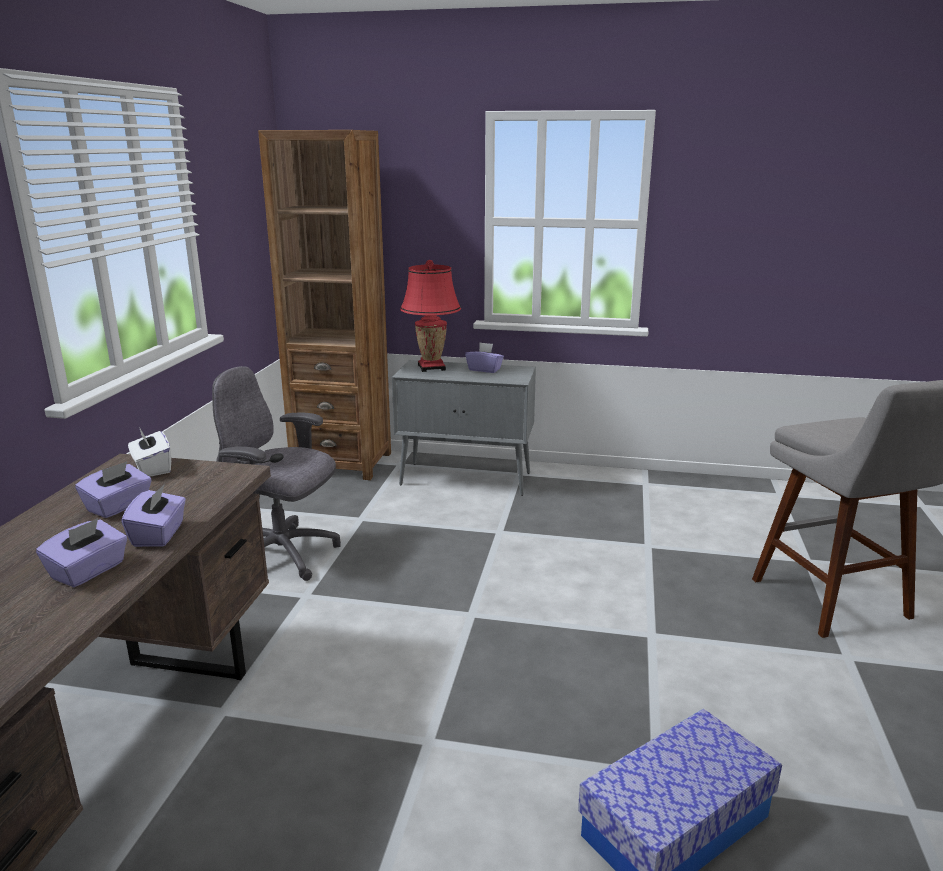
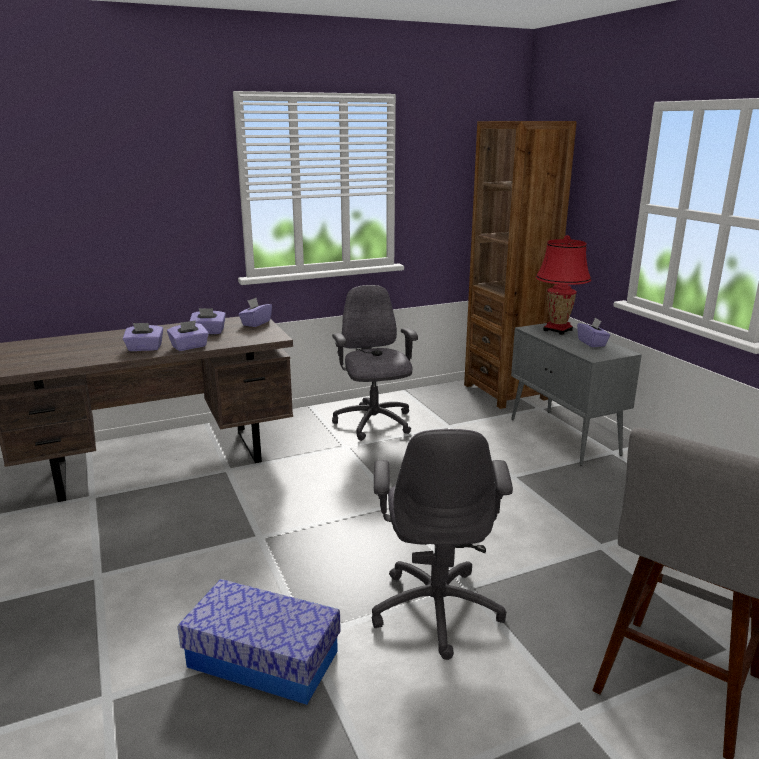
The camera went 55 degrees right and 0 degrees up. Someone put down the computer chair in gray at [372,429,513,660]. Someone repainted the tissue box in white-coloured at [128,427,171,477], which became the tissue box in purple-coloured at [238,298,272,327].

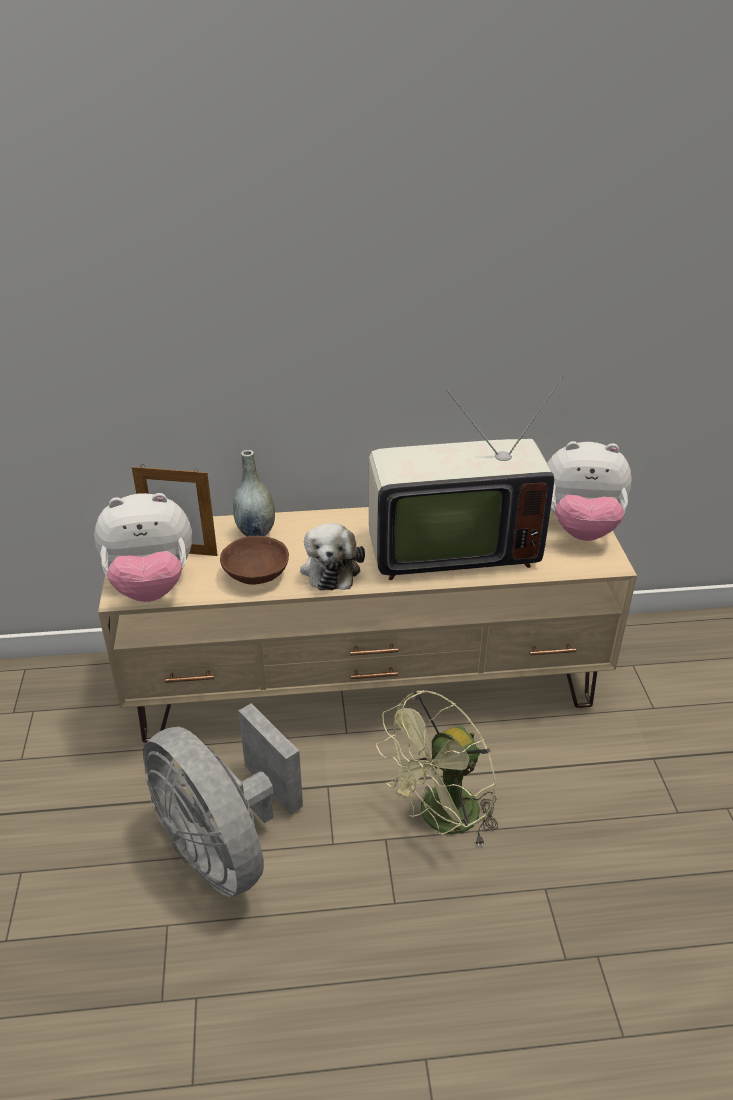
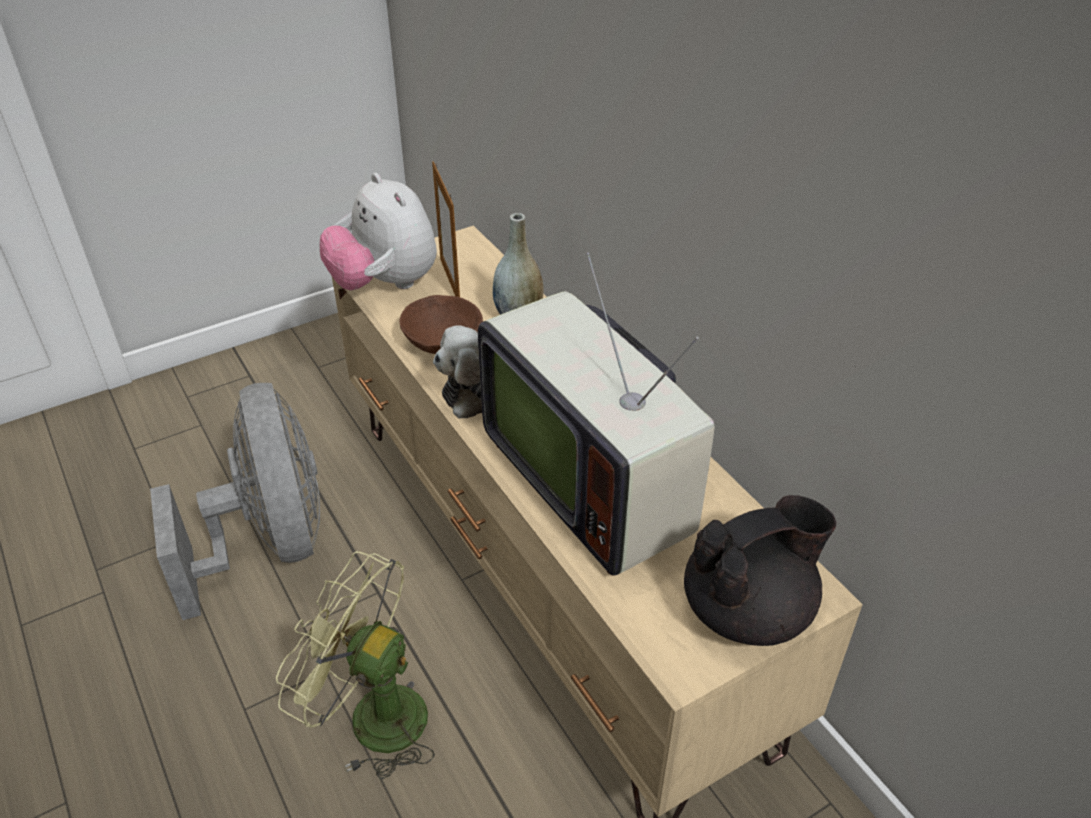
The camera went 65 degrees right and 5 degrees up. Someone swapped the plush toy at [547,441,631,541] for the tea pot in blackish at [684,495,836,646]. Someone rotated the fan in gray at [143,703,303,897] by 135 degrees clockwise.

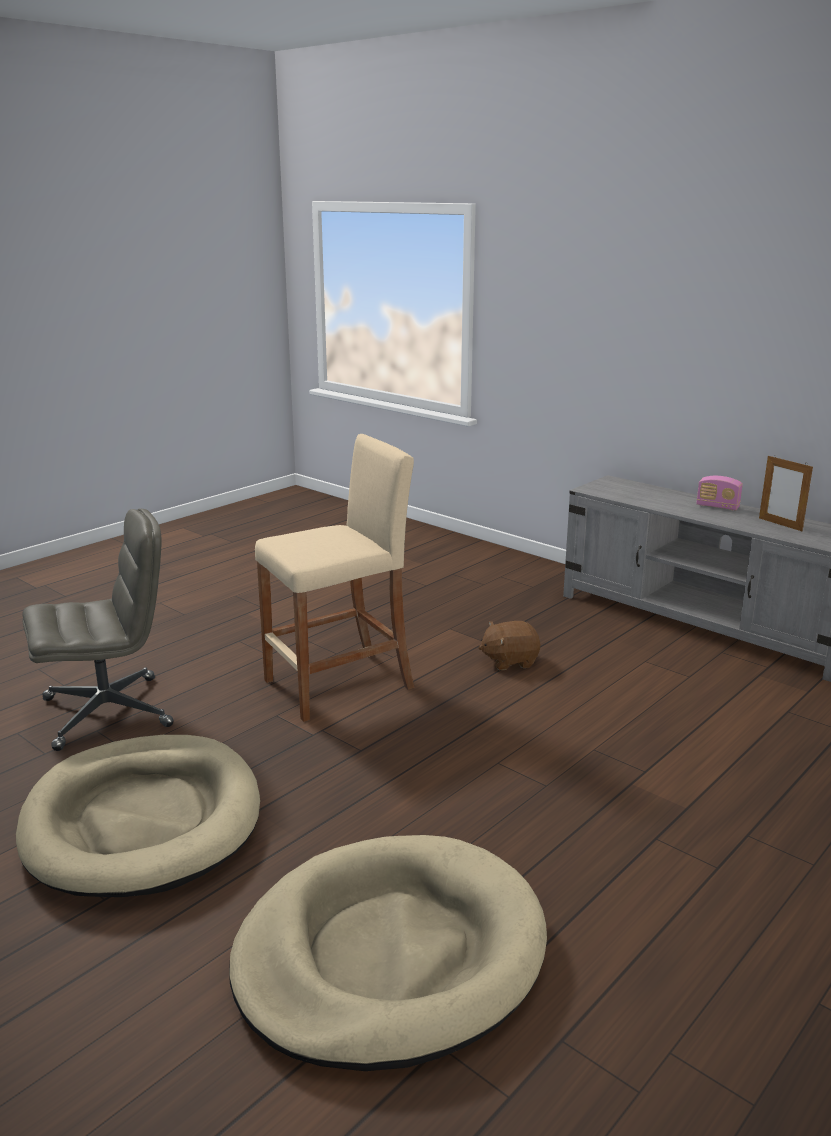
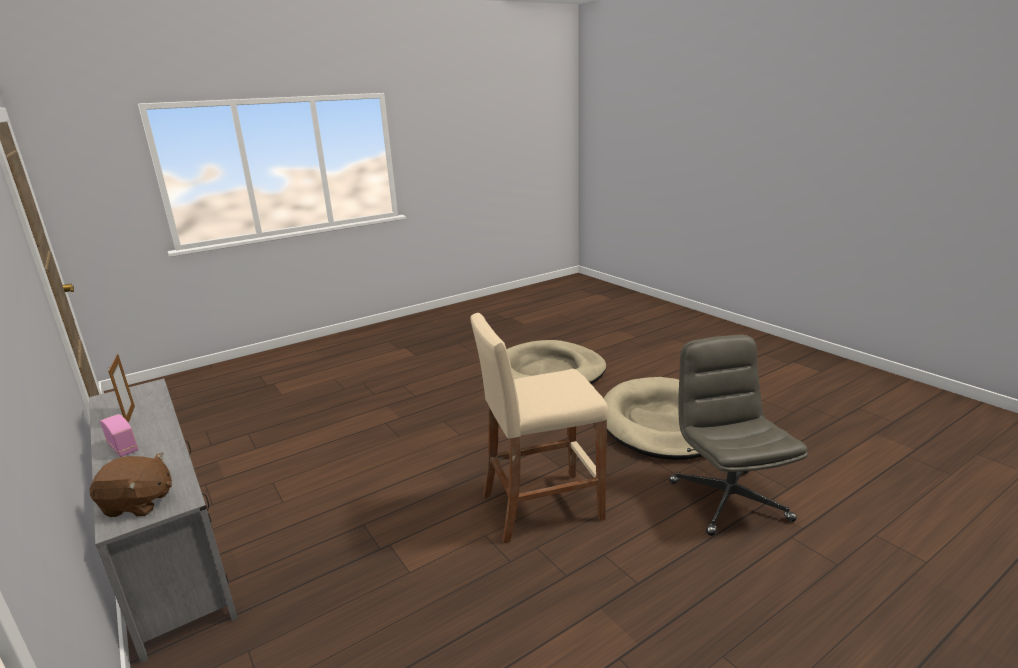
The camera went 165 degrees left and 0 degrees up. Someone carried the plush toy in brownish from [479,621,540,670] to [90,453,172,517]. Someone rotated the computer chair in gray at [23,508,173,751] by 90 degrees clockwise.

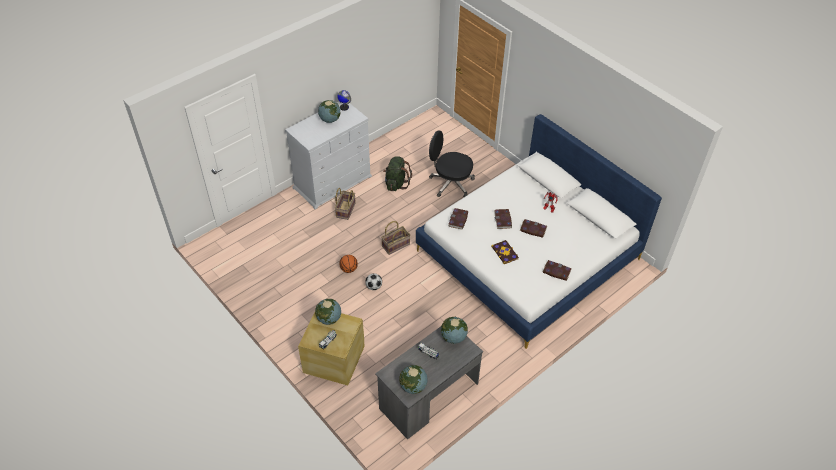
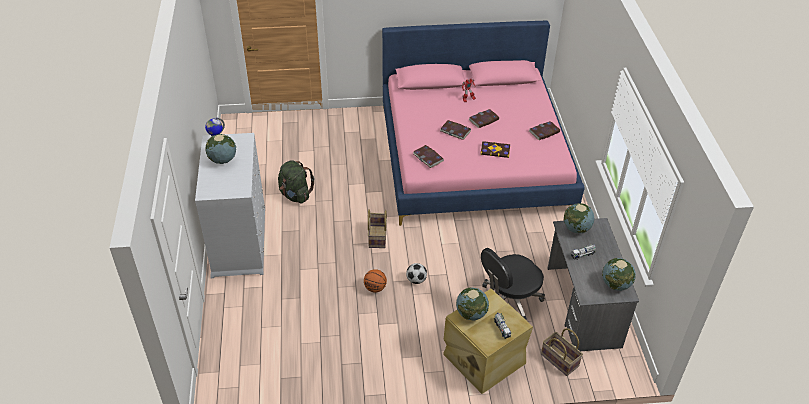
The camera went 55 degrees left and 5 degrees down. Someone carried the storage basket from [335,188,356,220] to [541,328,583,376]. Someone carried the computer chair in blackish from [429,130,475,197] to [481,248,545,320]. Someone repainted the bed in white-coloured at [416,114,662,349], which became the bed in pinkish at [382,21,585,226].

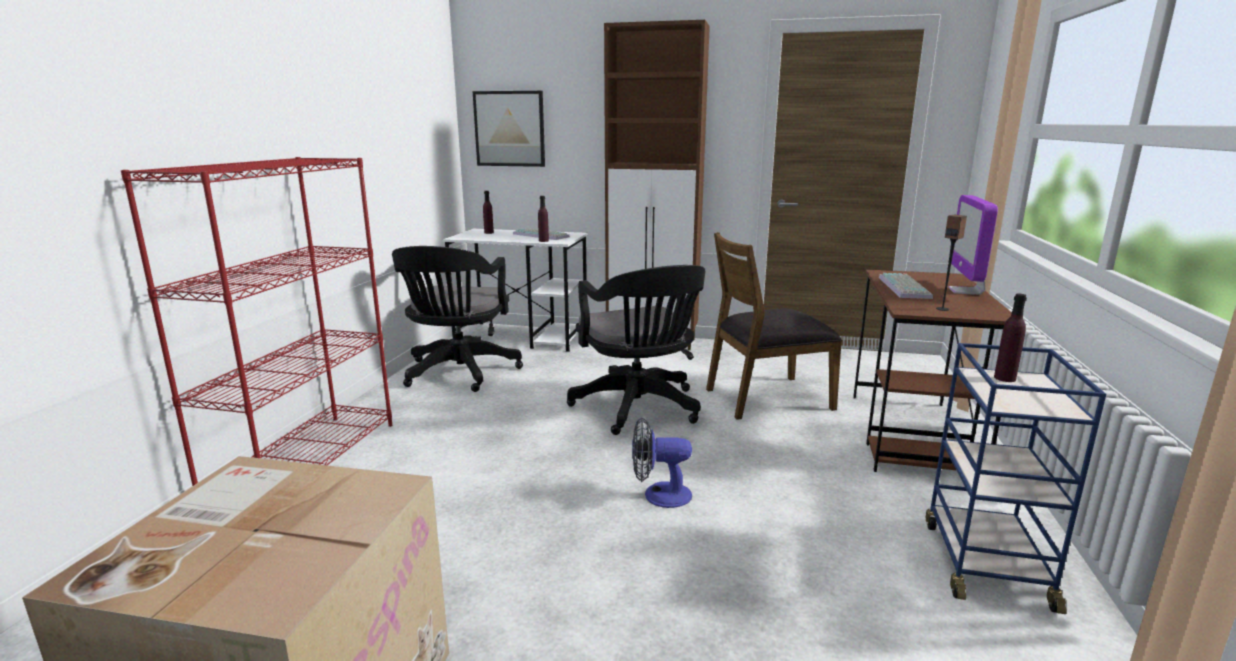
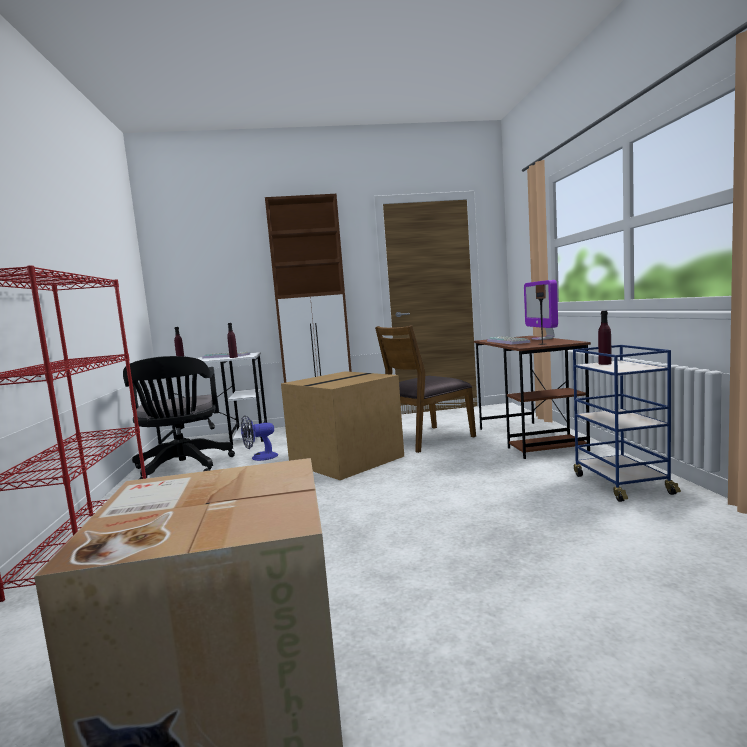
The camera went 20 degrees left and 10 degrees down. Someone took away the wall picture at [473,91,545,167]. Someone carried the fan from [632,417,692,508] to [241,415,278,461]. Someone swapped the computer chair in blackish at [567,265,705,435] for the carton at [281,371,404,480].

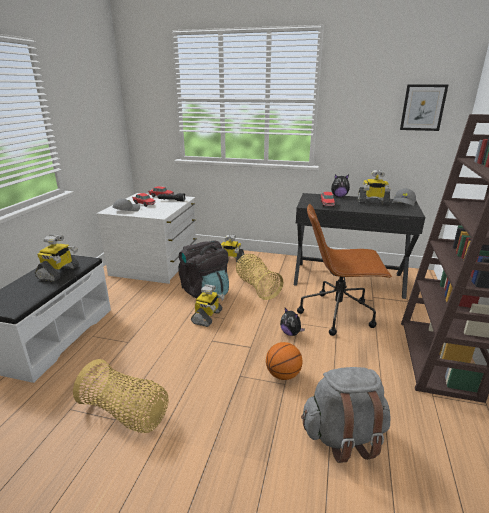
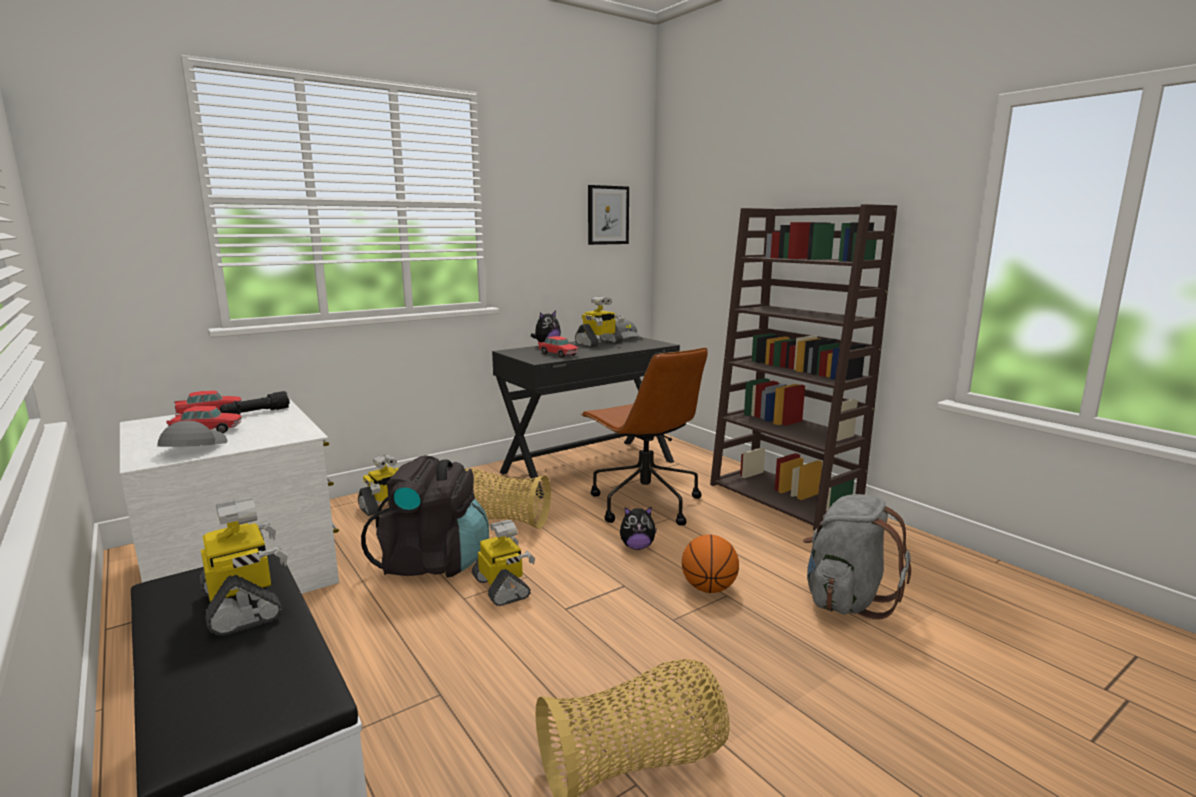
The camera went 50 degrees left and 10 degrees down. Someone rotated the computer chair in brownish at [297,204,392,336] by 75 degrees counterclockwise.

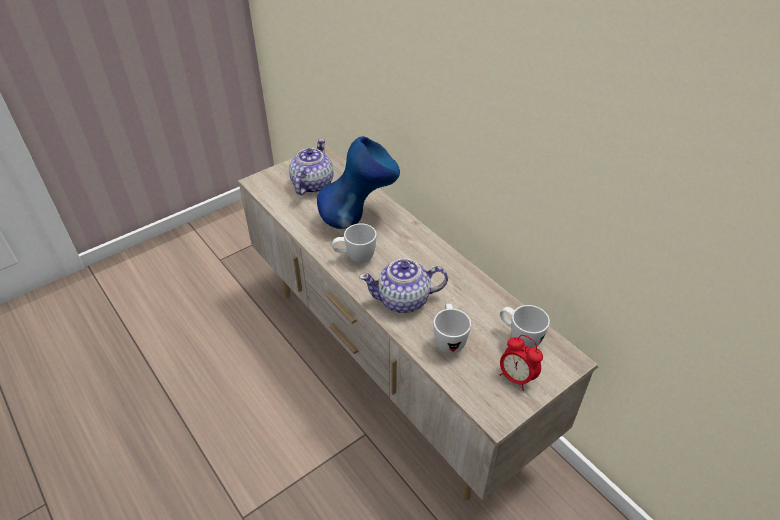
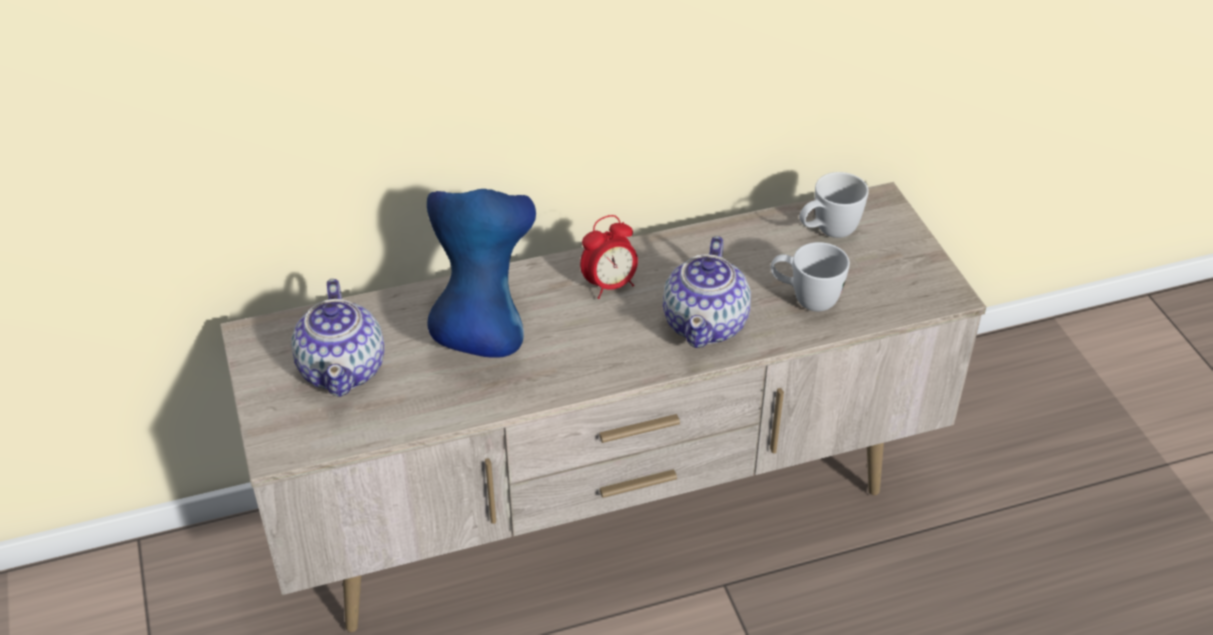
The camera went 70 degrees left and 0 degrees up. Someone took away the coffee mug in white-coloured at [332,224,377,263]. Someone carried the table clock from [500,335,543,391] to [580,215,638,299]. Someone rotated the tea pot at [289,139,333,195] by 135 degrees counterclockwise.

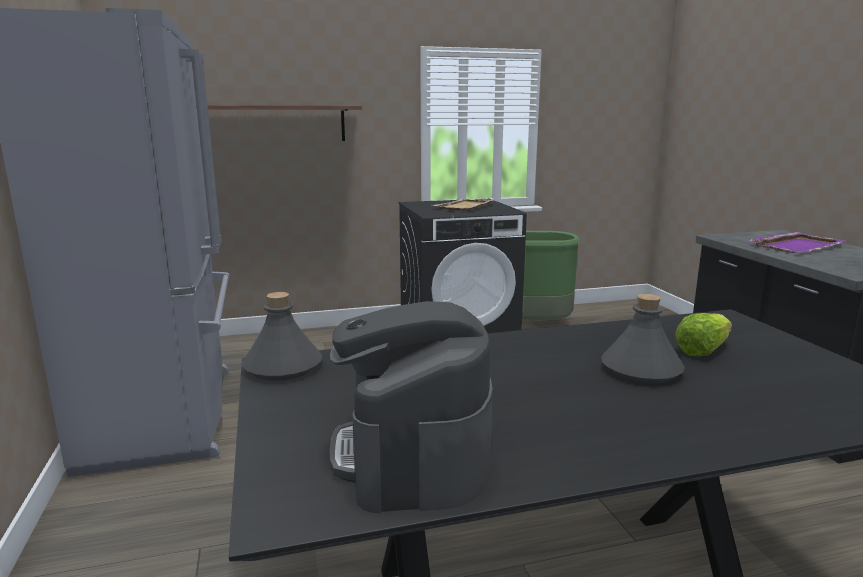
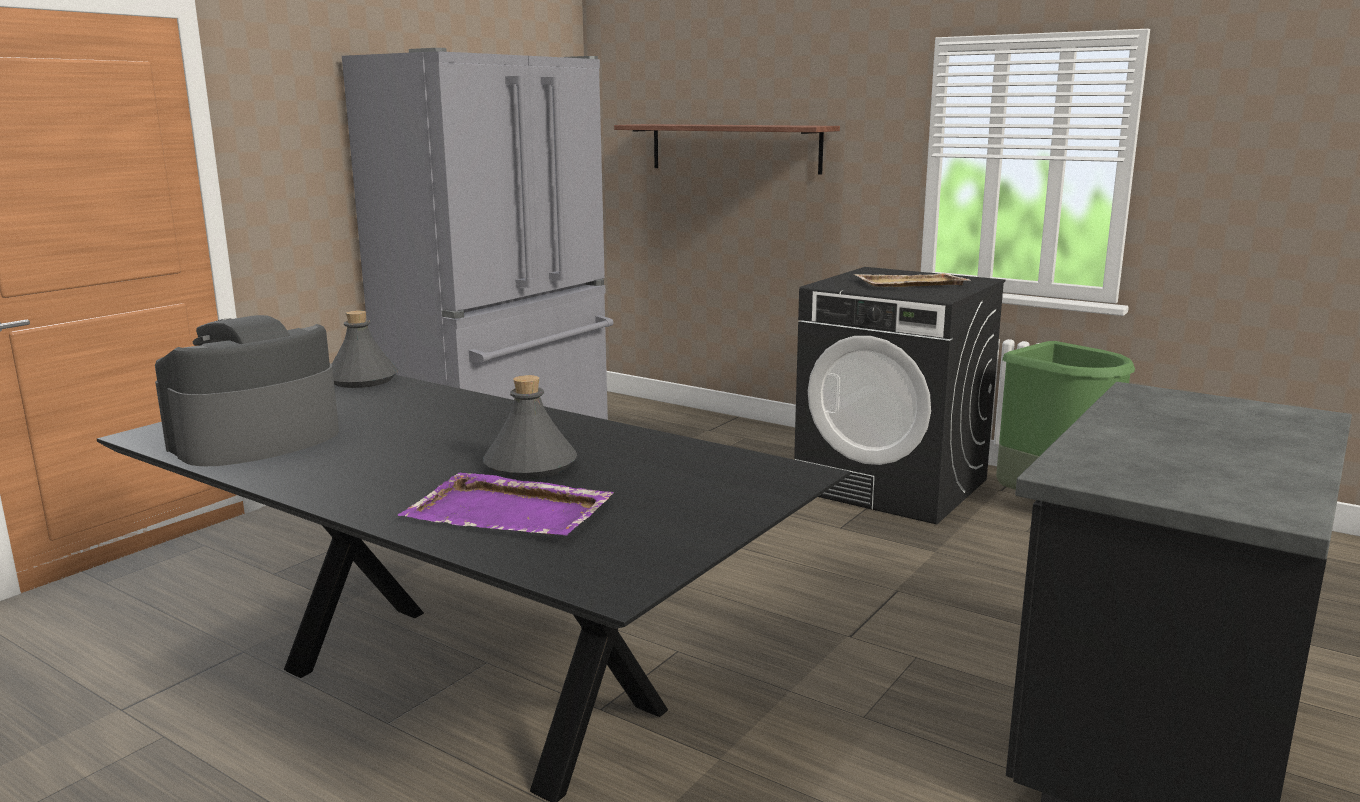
The camera went 50 degrees right and 0 degrees up. Someone took away the lettuce head at [675,313,732,356]. Someone carried the tray in purple-coloured from [748,232,845,253] to [398,473,614,535].

